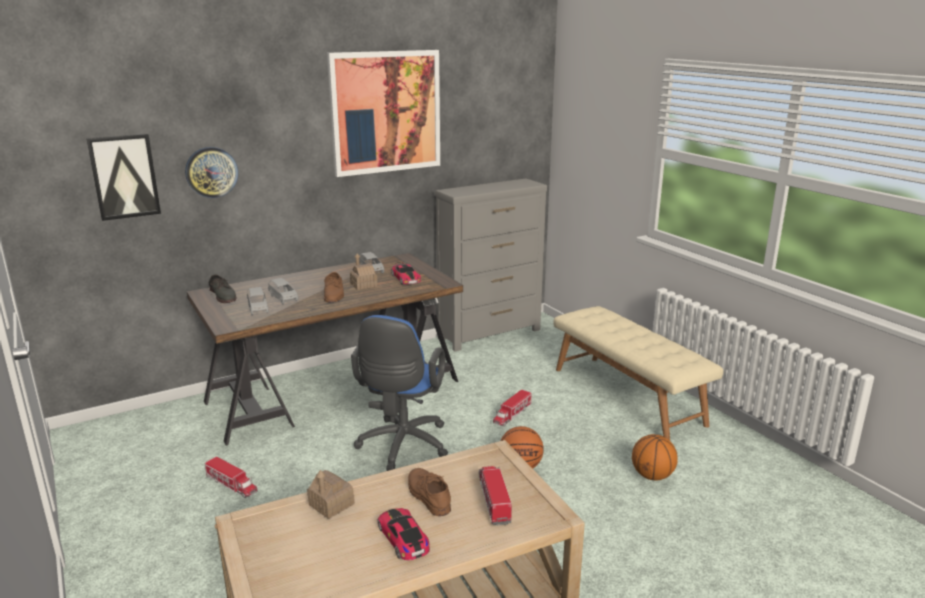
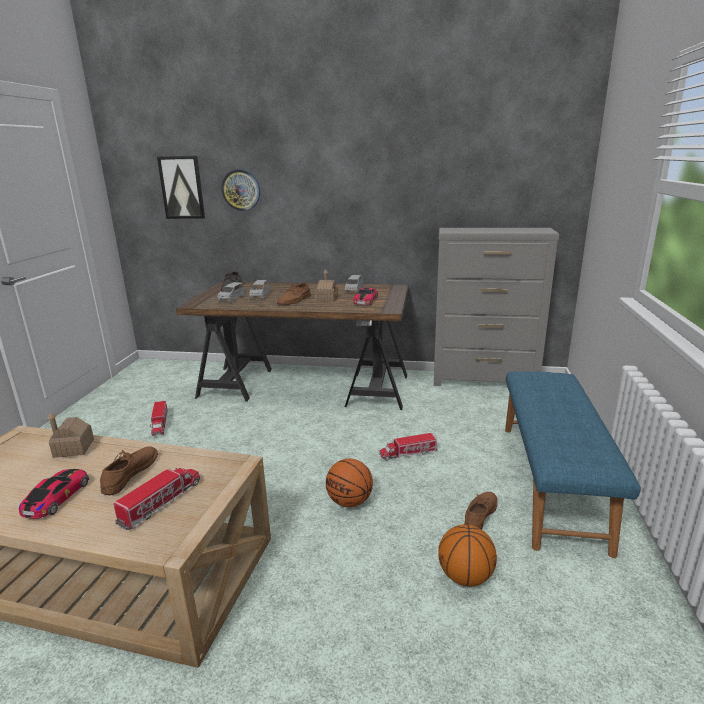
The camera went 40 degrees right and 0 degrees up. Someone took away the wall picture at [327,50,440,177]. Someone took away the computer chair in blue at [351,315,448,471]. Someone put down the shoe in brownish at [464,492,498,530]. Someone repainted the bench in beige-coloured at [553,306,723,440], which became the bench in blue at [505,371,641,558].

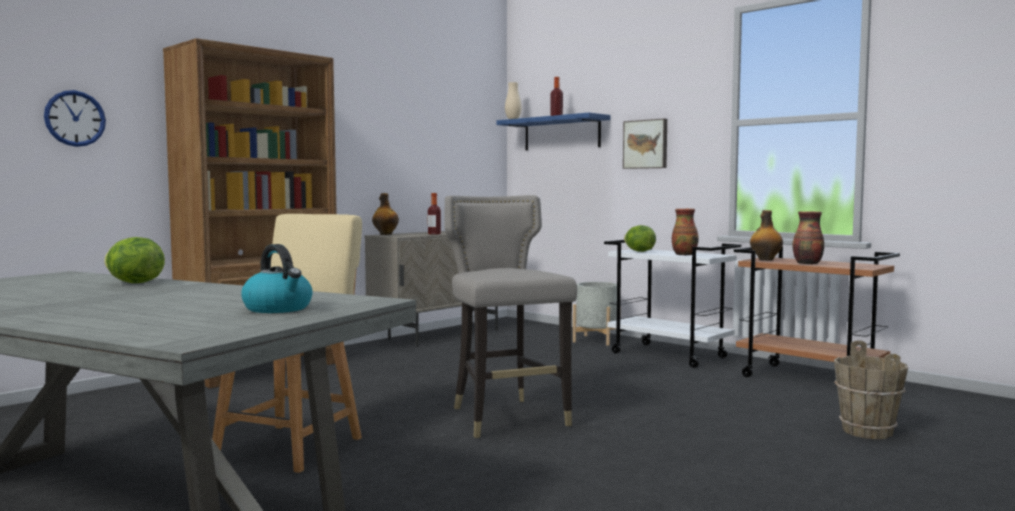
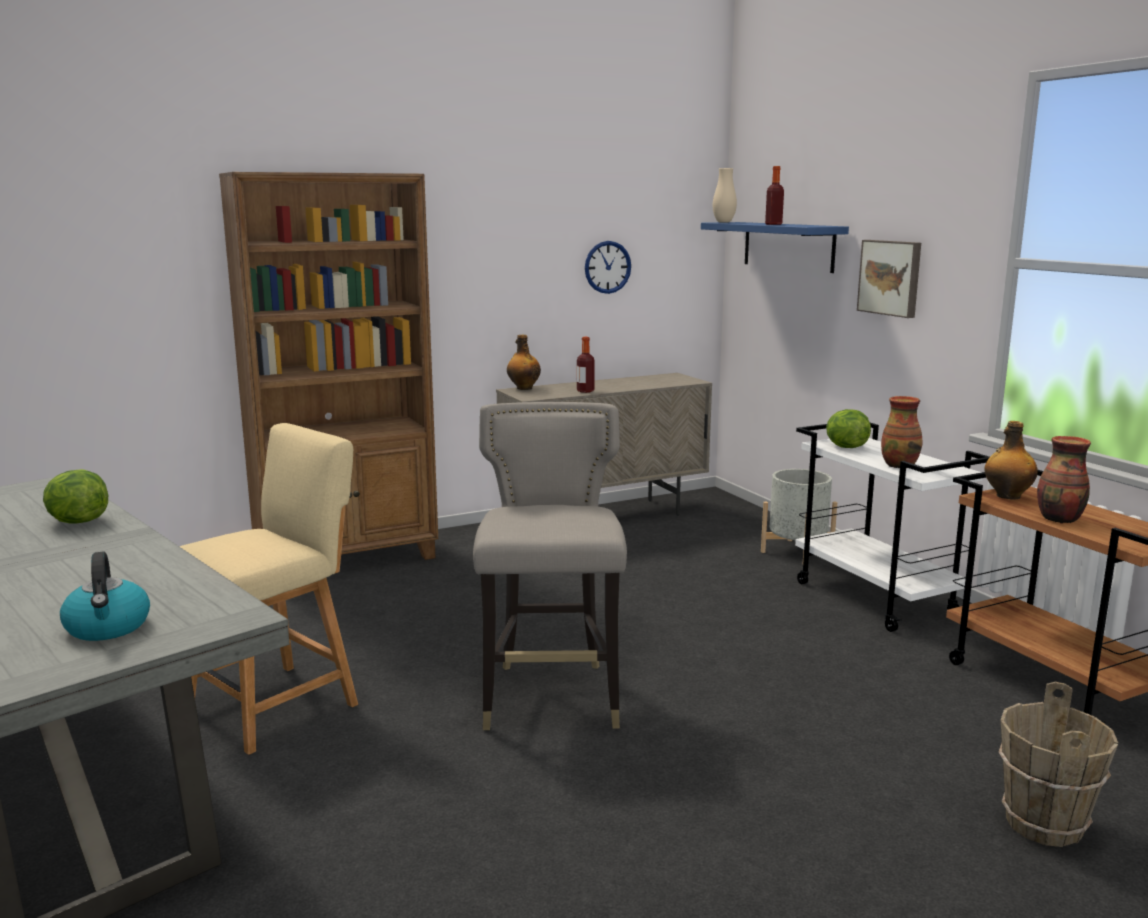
The camera went 20 degrees right and 10 degrees up. Someone carried the hanging clock from [44,90,106,147] to [585,241,631,294].

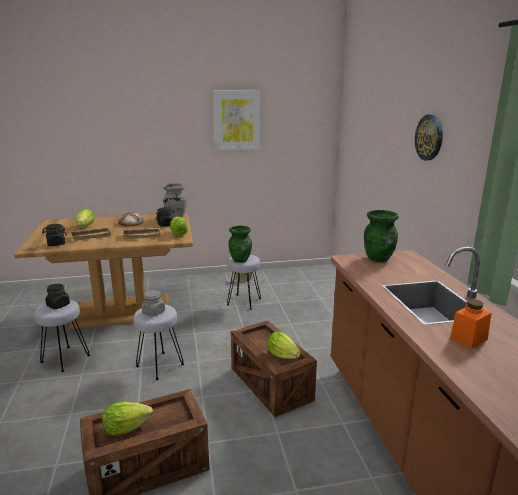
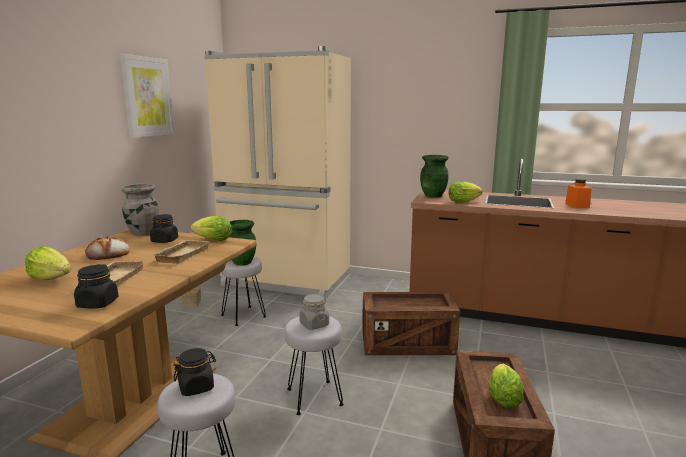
The camera went 60 degrees left and 5 degrees down. Someone took away the hanging clock at [415,114,443,161]. Someone put down the fridge in beige-coloured at [204,46,351,300]. Someone carried the lettuce head from [267,331,300,359] to [449,181,483,203].

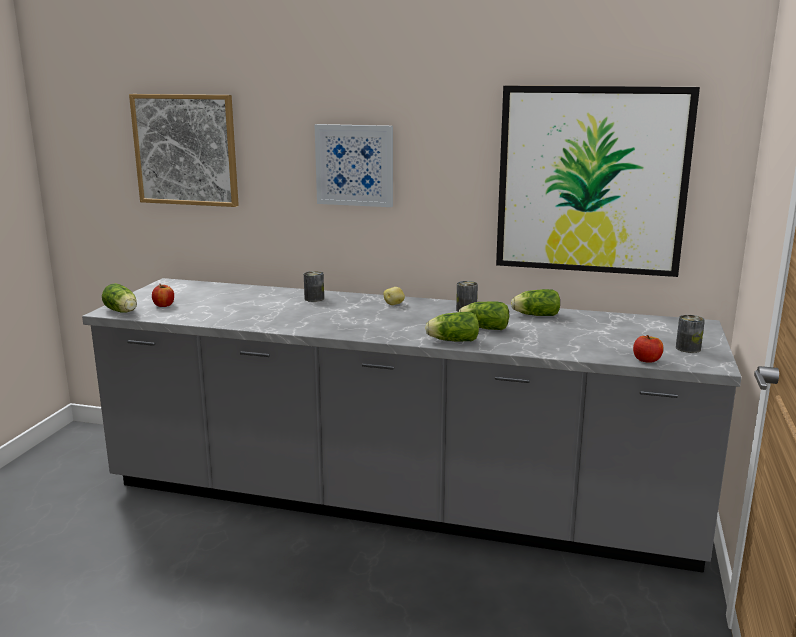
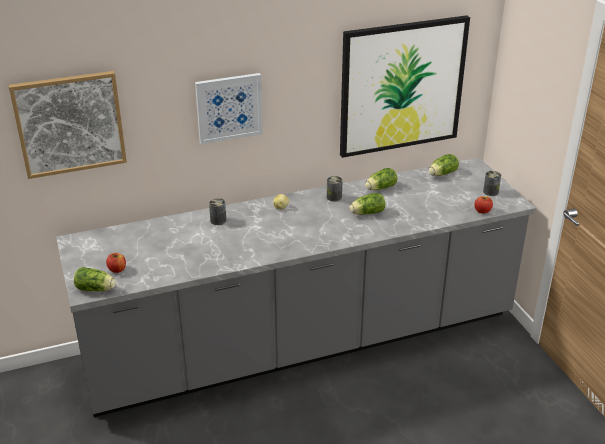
The camera went 35 degrees left and 15 degrees up. Someone carried the lettuce head from [425,312,479,342] to [429,154,459,176].

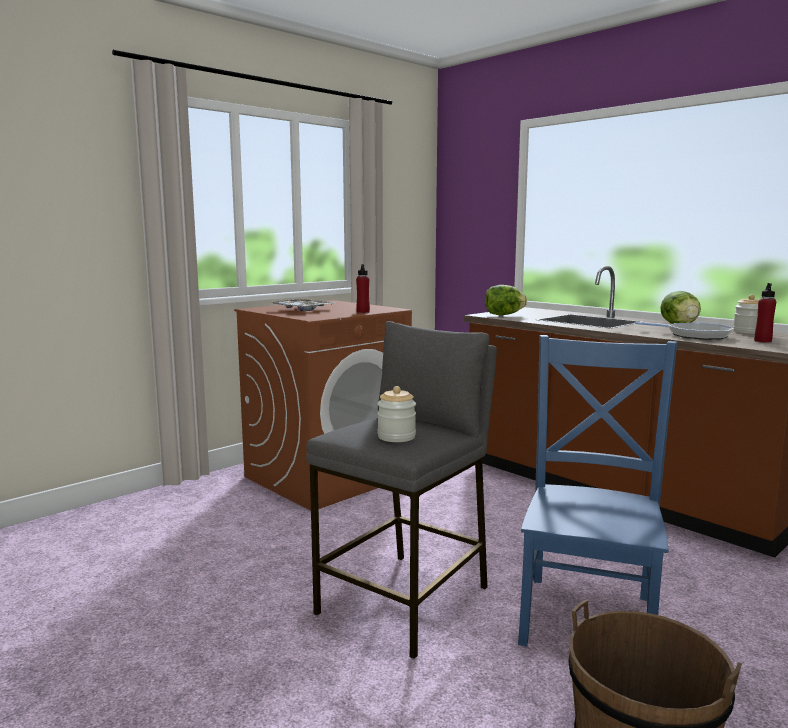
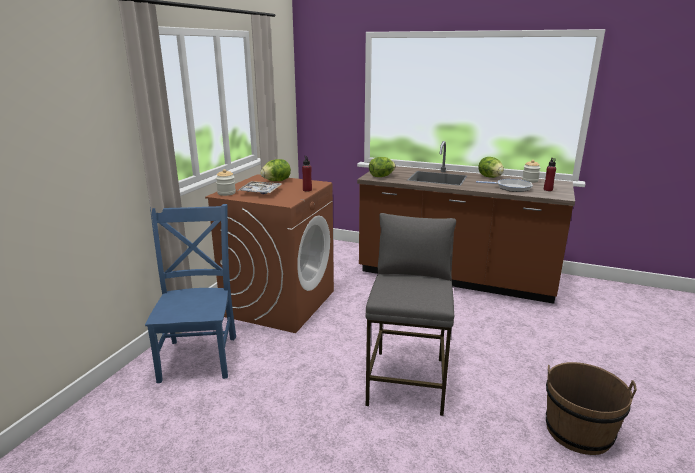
The camera went 25 degrees left and 10 degrees up. Someone put down the lettuce head at [260,159,291,181]. Someone carried the jar from [377,386,416,442] to [216,169,236,196]. Someone carried the chair in blue from [518,335,677,647] to [145,204,236,383].

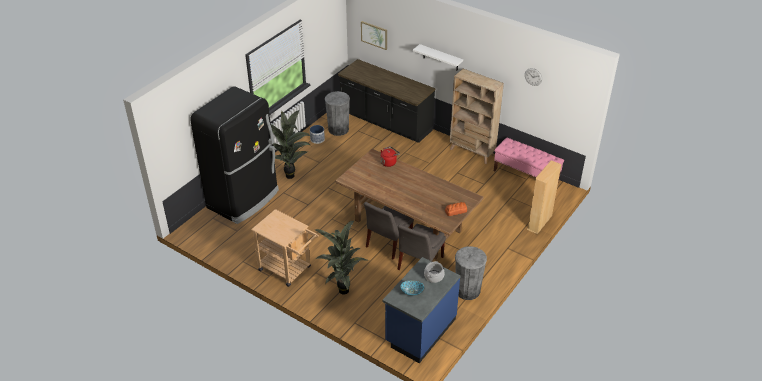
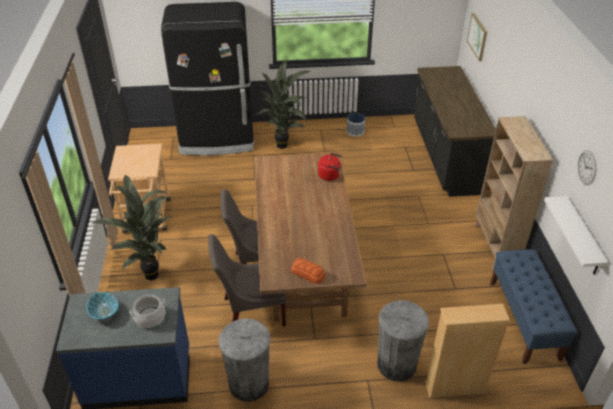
The camera went 50 degrees right and 0 degrees up. Someone carried the trash can in gray from [325,91,350,136] to [377,300,429,382]. Someone carried the bracket shelf in white-coloured from [413,44,463,70] to [544,196,608,275]. Someone repainted the bench in pinkish at [494,138,564,182], which became the bench in blue at [490,249,577,364].

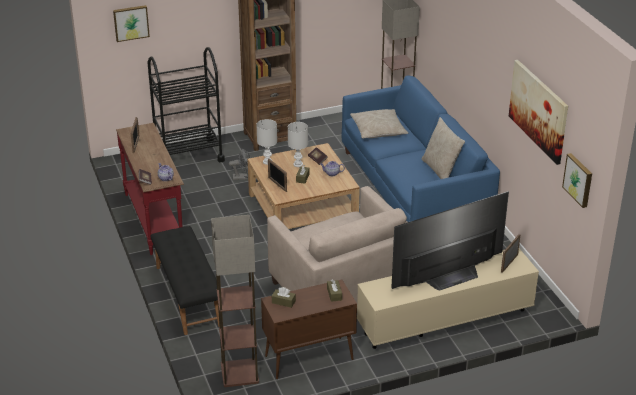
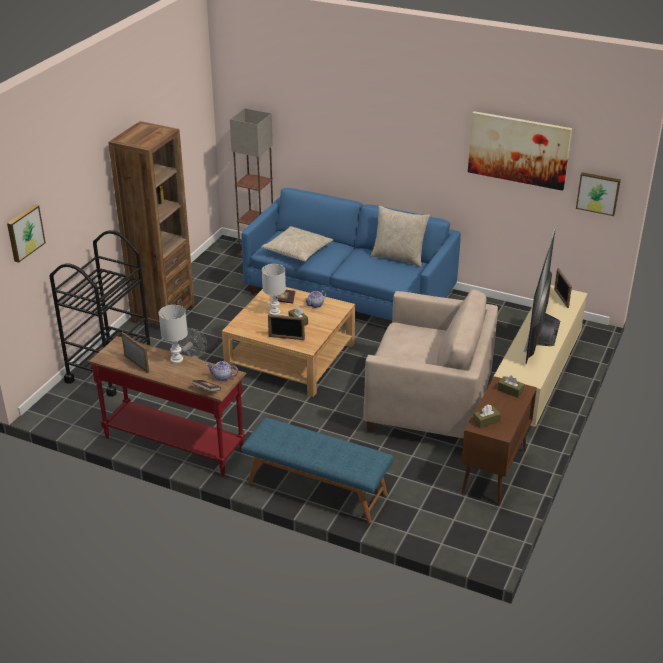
The camera went 45 degrees left and 0 degrees up. Someone took away the standard lamp at [211,215,259,387]. Someone carried the lamp for a table in white-coloured from [256,119,277,165] to [159,305,188,363]. Someone repainted the bench in blackish at [150,226,219,335], which became the bench in blue at [241,418,393,523].

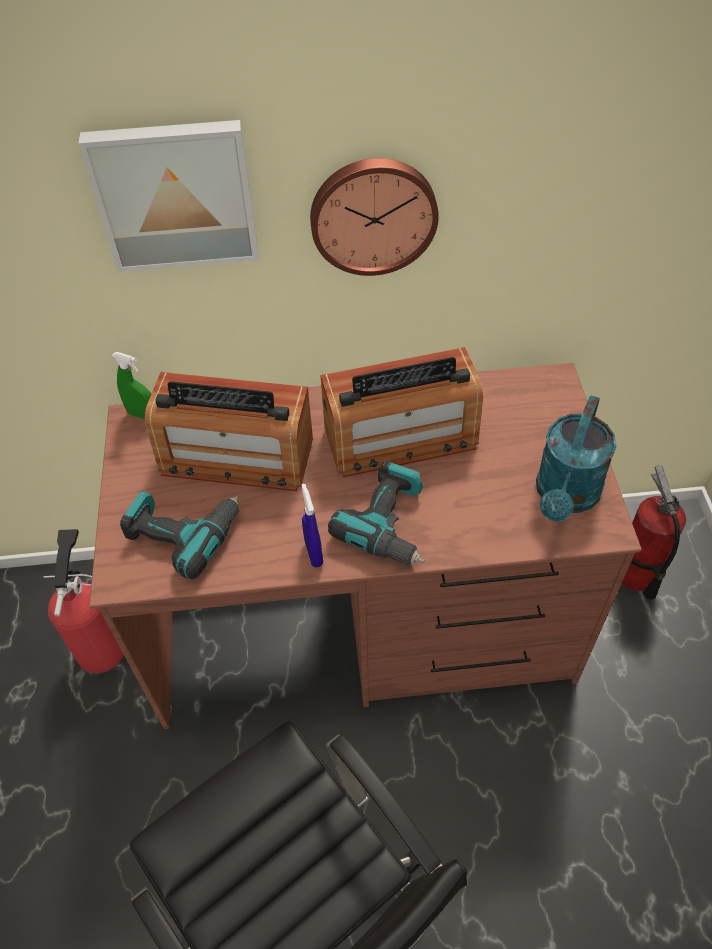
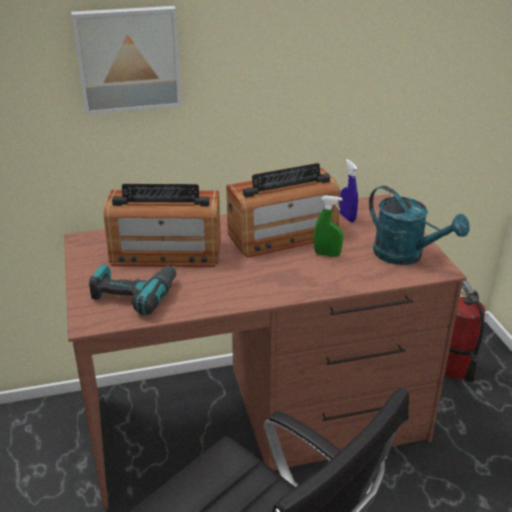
The camera went 10 degrees left and 20 degrees down. Someone took away the extinguisher at [43,529,124,673]. Someone took away the hanging clock at [310,158,439,276]. Someone took away the electric drill at [328,461,425,565]. Someone carried the sprayer in greenish from [112,352,151,419] to [314,196,343,257]. Someone carried the sprayer in blue from [302,484,323,567] to [340,159,358,222]. Someone rotated the watering can in blue-green at [536,395,616,522] by 60 degrees counterclockwise.

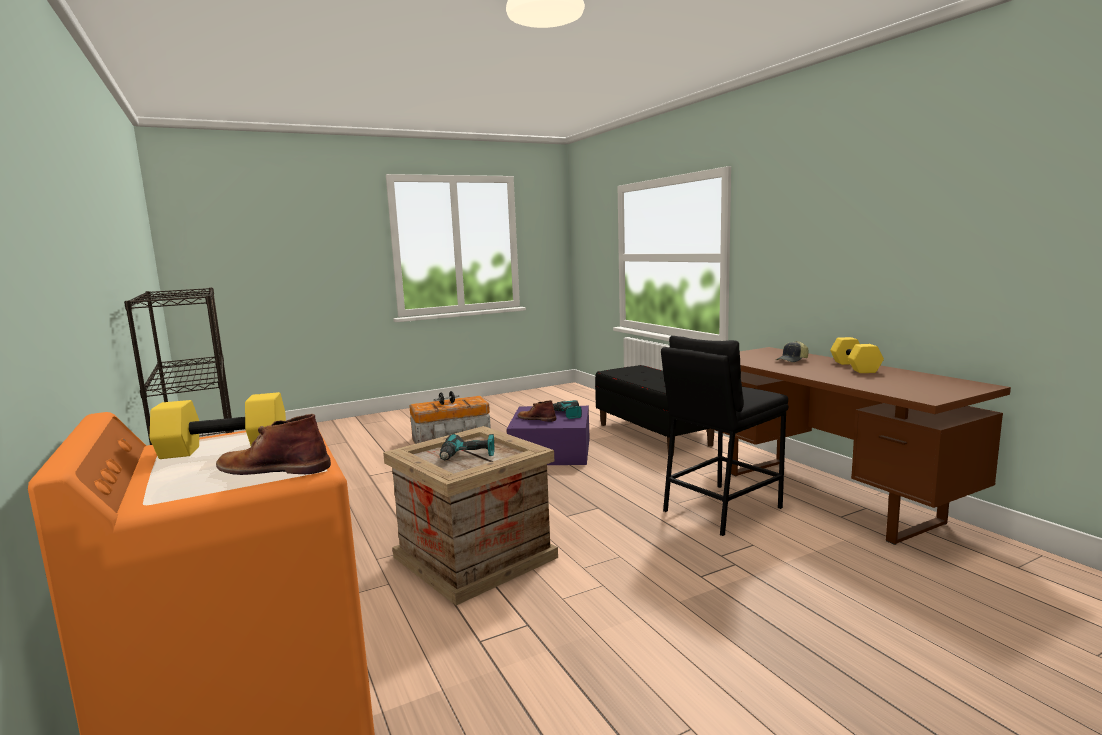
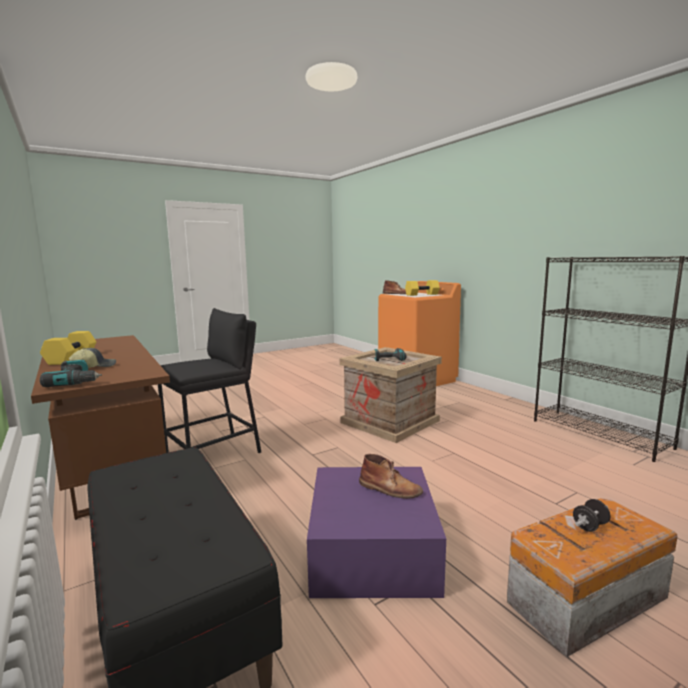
The camera went 175 degrees right and 0 degrees up. Someone carried the electric drill from [553,400,582,419] to [40,360,102,387].

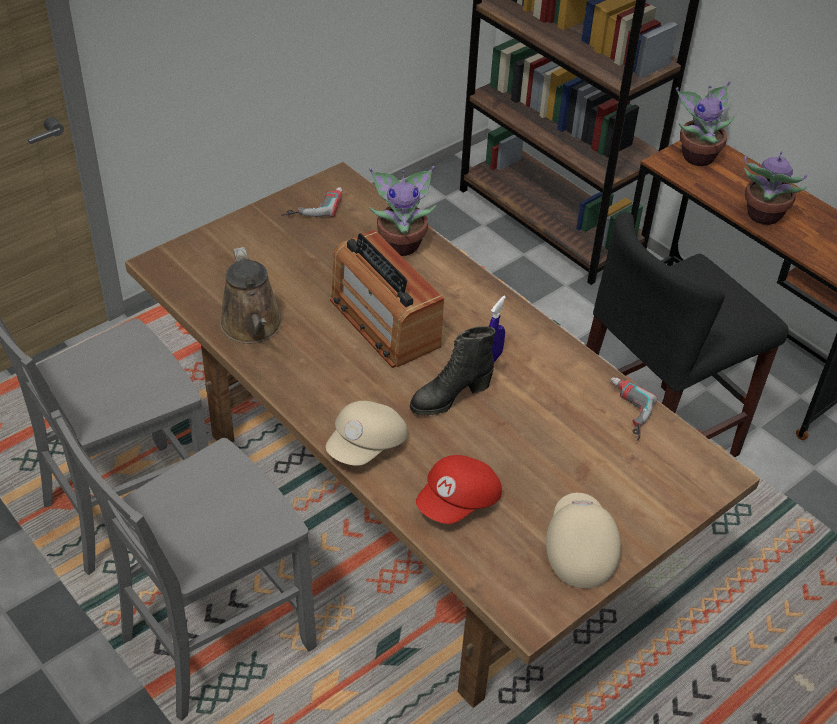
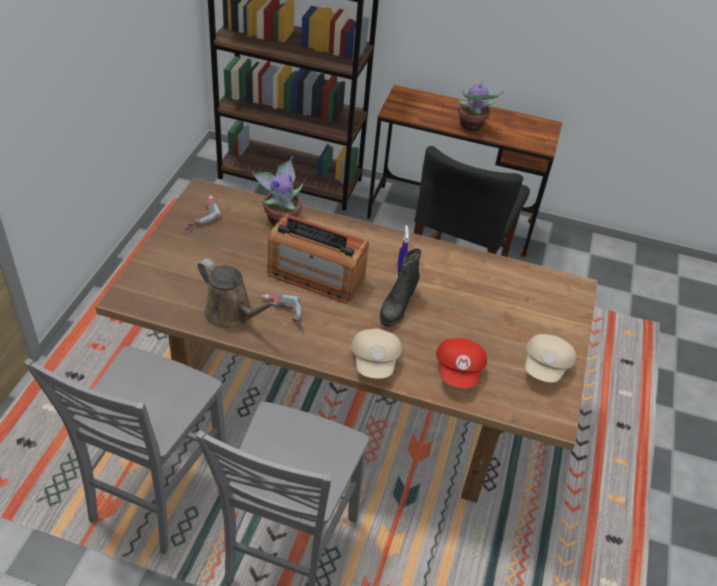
The camera went 35 degrees left and 0 degrees up. Someone took away the houseplant at [676,81,735,166]. Someone carried the electric drill from [611,377,657,441] to [262,293,304,332]. Someone rotated the baseball cap in beige-coloured at [546,493,621,589] by 120 degrees counterclockwise.

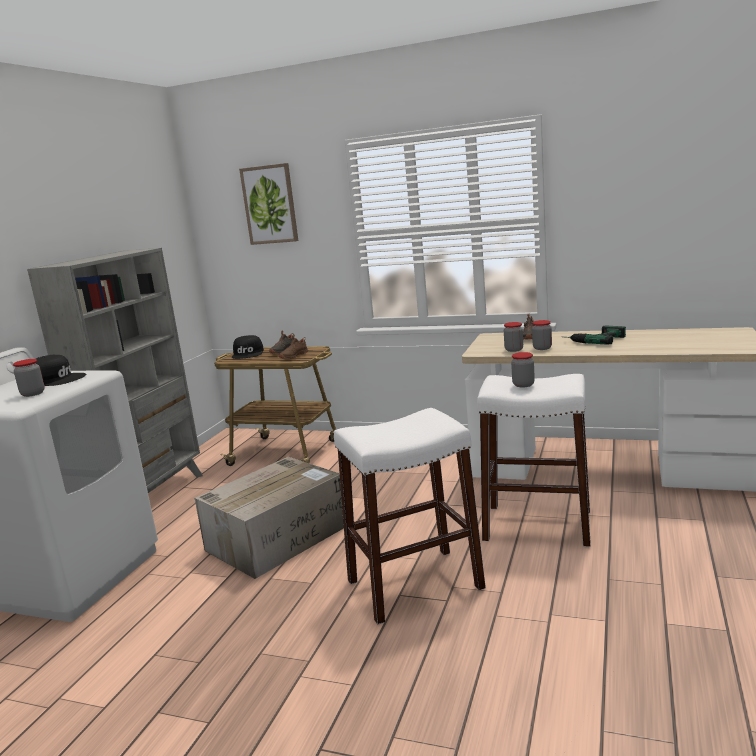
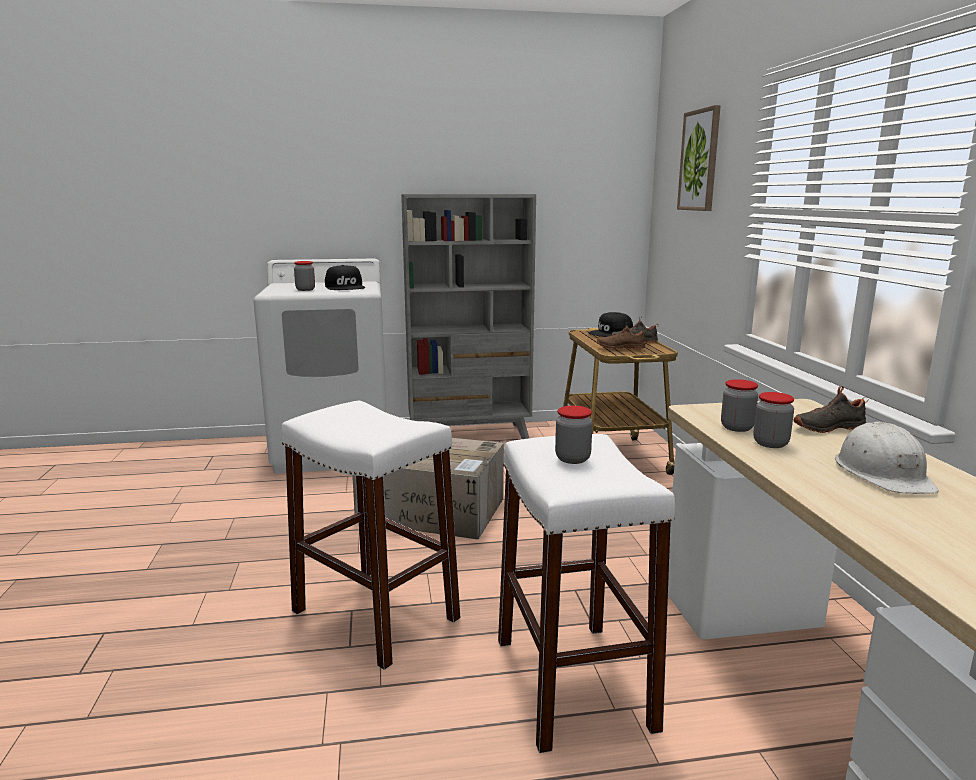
The camera went 60 degrees right and 0 degrees up. Someone swapped the electric drill at [566,326,626,345] for the hard hat in white-coloured at [835,422,939,494].

